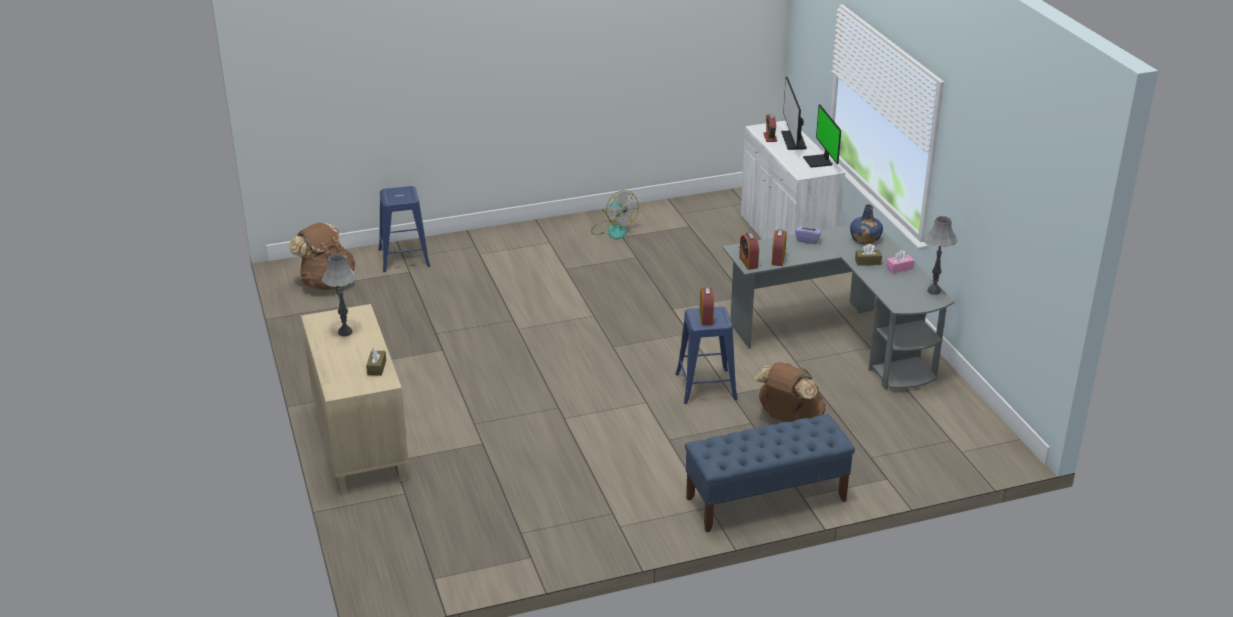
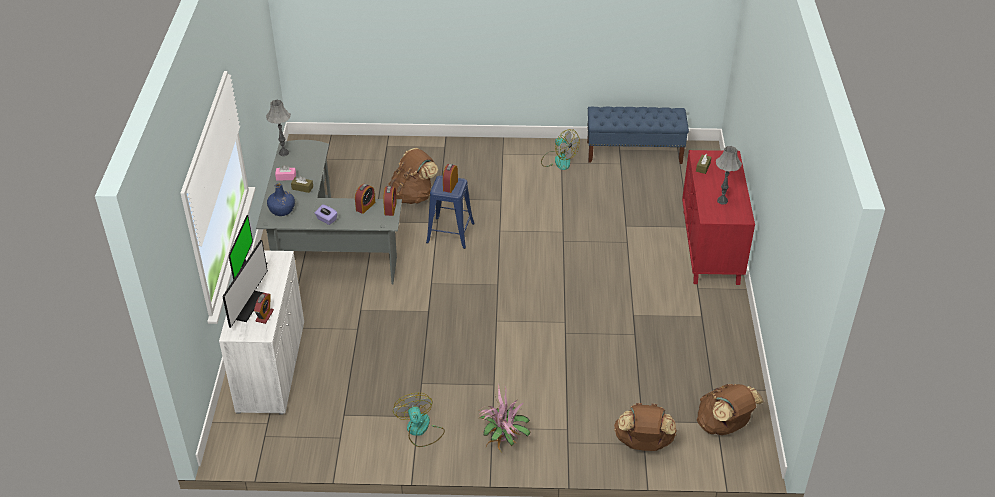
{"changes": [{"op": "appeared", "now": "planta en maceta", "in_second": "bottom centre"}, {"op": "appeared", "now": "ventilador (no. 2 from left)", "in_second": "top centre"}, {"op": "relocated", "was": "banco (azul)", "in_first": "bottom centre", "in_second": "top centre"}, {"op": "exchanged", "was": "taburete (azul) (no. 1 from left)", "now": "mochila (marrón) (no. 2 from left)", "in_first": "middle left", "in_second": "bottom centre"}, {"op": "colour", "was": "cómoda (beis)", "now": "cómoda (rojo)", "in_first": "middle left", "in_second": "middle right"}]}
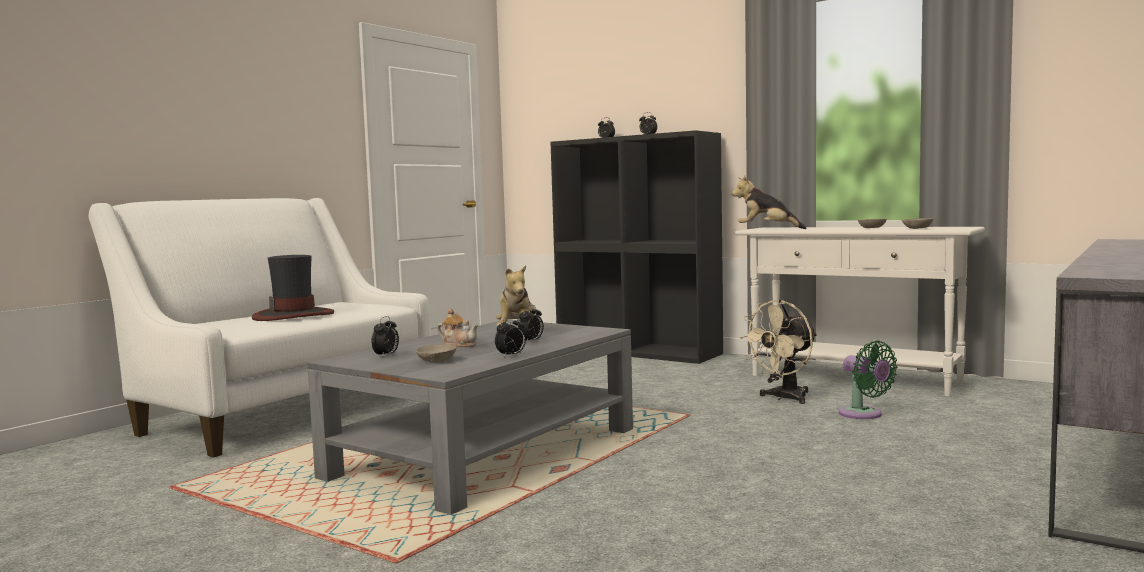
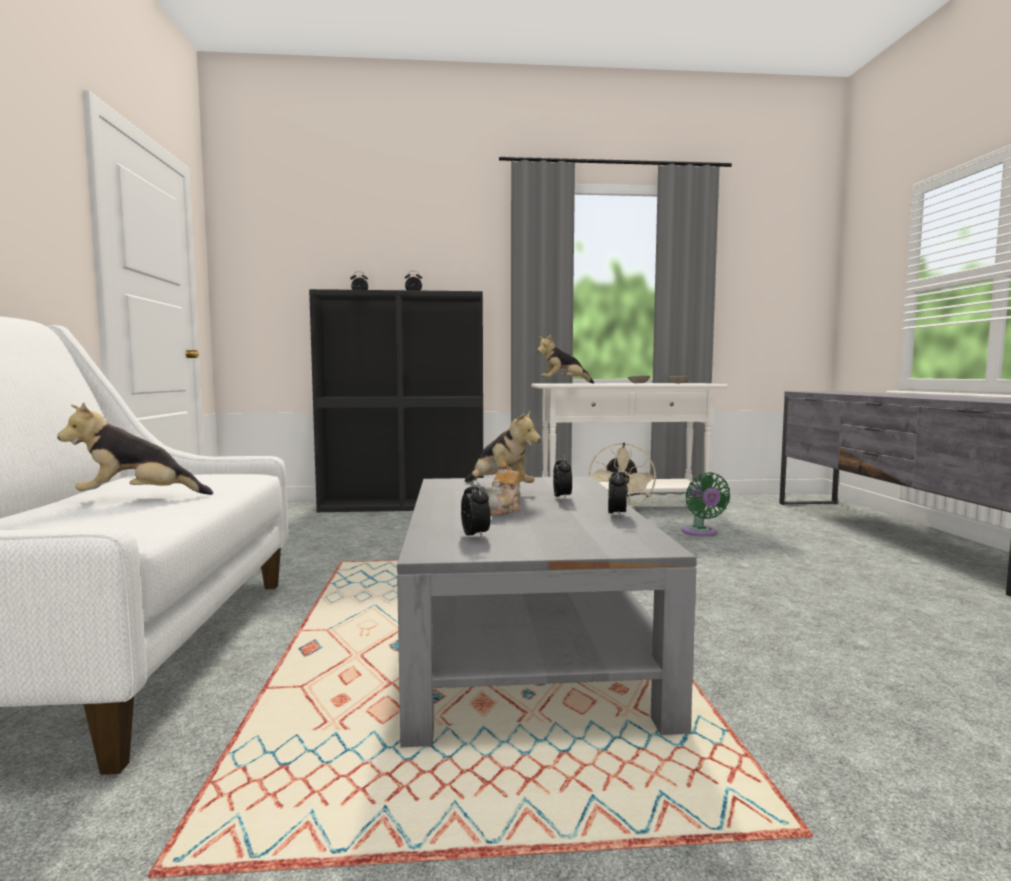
{"changes": [{"op": "exchanged", "was": "sombrero", "now": "peluche (no. 1 from left)", "in_first": "middle left", "in_second": "middle left"}, {"op": "spun", "was": "tetera", "in_first": "centre", "in_second": "centre", "clockwise": 135}, {"op": "spun", "was": "ventilador (verde)", "in_first": "middle right", "in_second": "middle right", "clockwise": 60}, {"op": "missing", "was": "cuenco (beis) (no. 1 from left)", "in_first": "centre"}]}
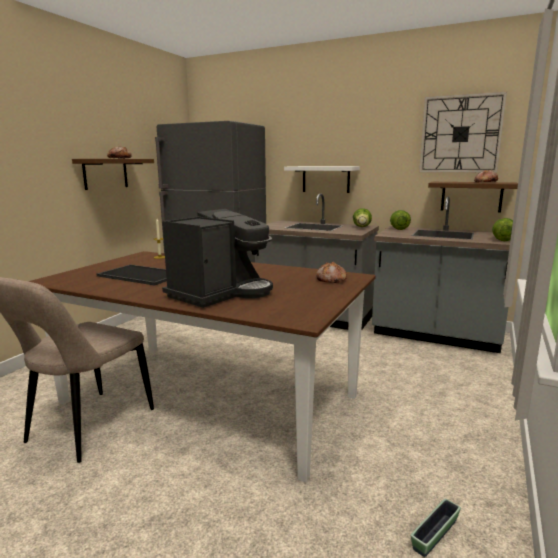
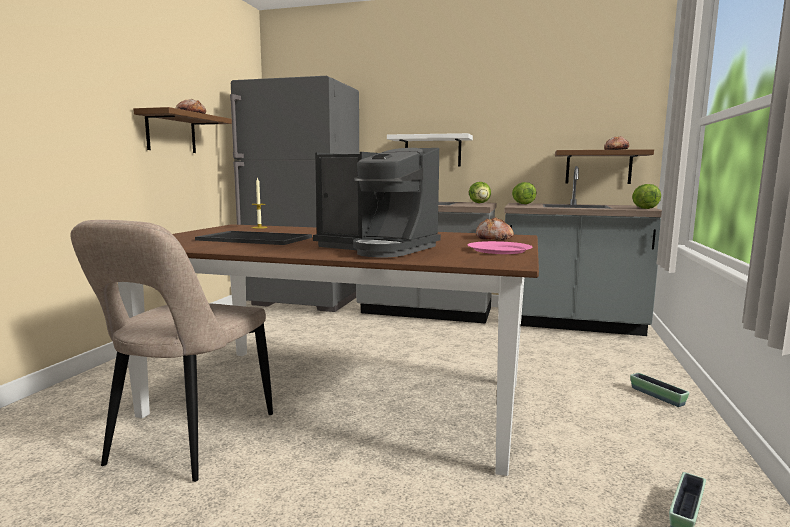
{"changes": [{"op": "spun", "was": "cafetera", "in_first": "centre", "in_second": "centre", "clockwise": 90}, {"op": "appeared", "now": "plato (rosa)", "in_second": "centre"}, {"op": "appeared", "now": "maceta (no. 1 from left)", "in_second": "bottom right"}, {"op": "missing", "was": "reloj de pared", "in_first": "top right"}]}
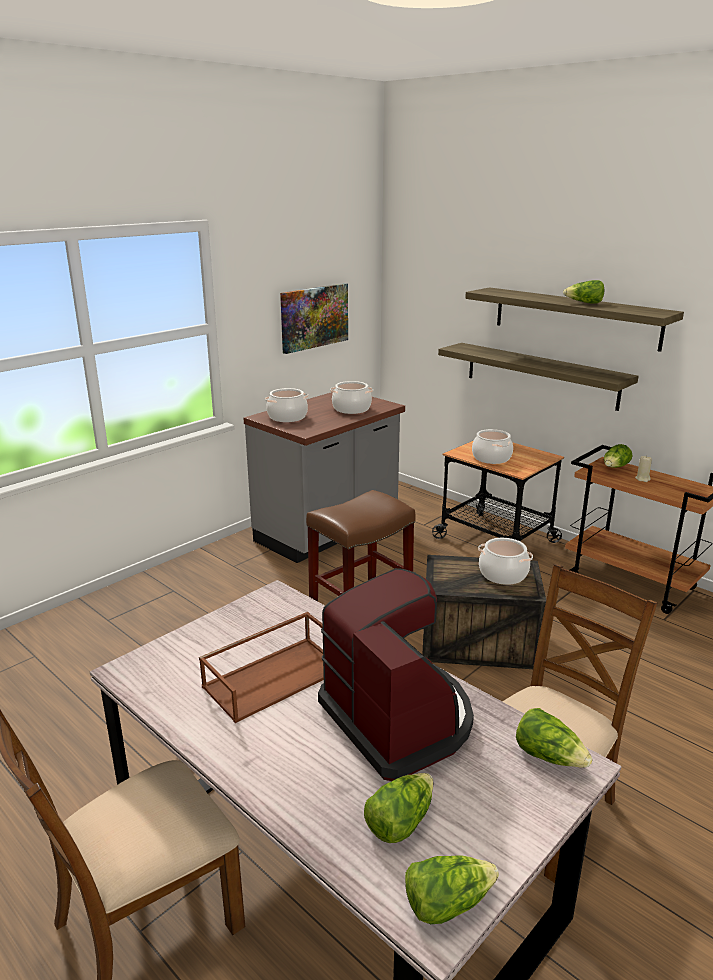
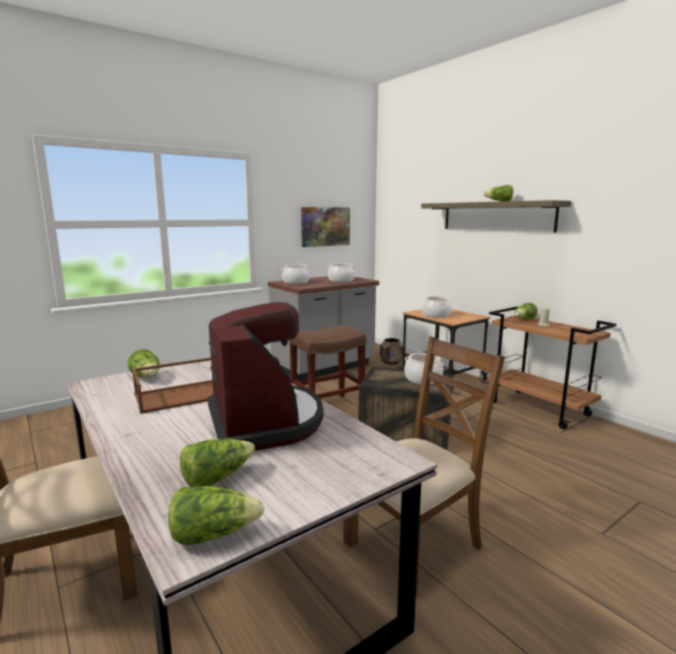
{"changes": [{"op": "relocated", "was": "lechuga (no. 3 from left in the first image)", "now": "lechuga (no. 1 from left)", "in_first": "bottom right", "in_second": "middle left"}, {"op": "appeared", "now": "maceta (marrón)", "in_second": "centre"}, {"op": "missing", "was": "estante (no. 1 from left)", "in_first": "middle right"}]}
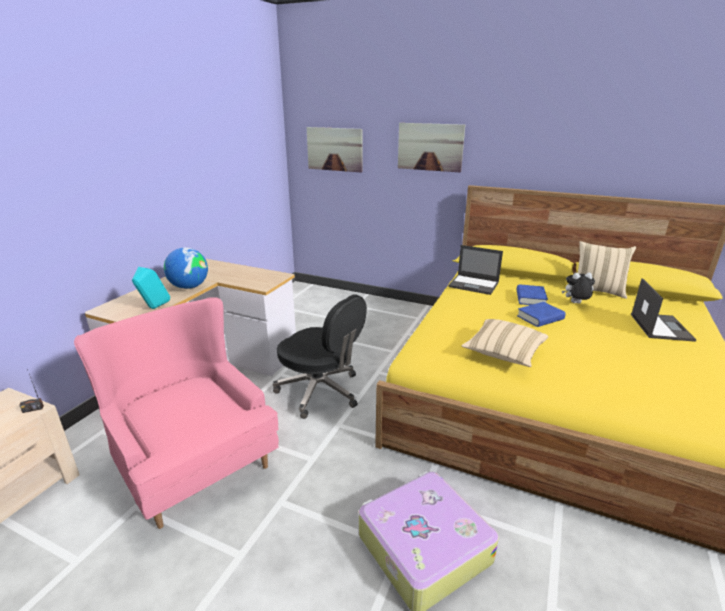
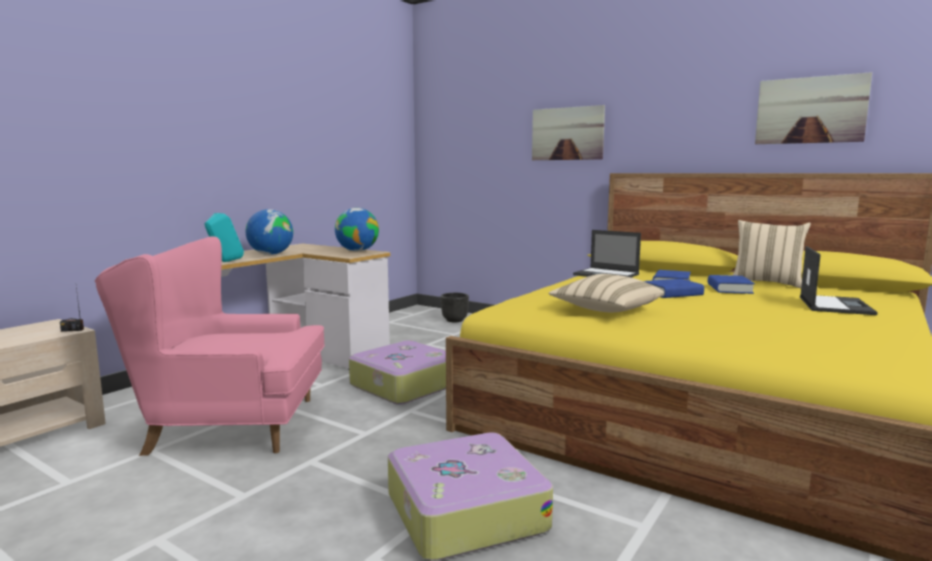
{"changes": [{"op": "spun", "was": "sillón (rosa)", "in_first": "bottom left", "in_second": "middle left", "clockwise": -60}, {"op": "appeared", "now": "globo terráqueo (no. 2 from left)", "in_second": "centre"}, {"op": "exchanged", "was": "silla de oficina (negro)", "now": "maleta (no. 1 from left)", "in_first": "centre", "in_second": "centre"}, {"op": "appeared", "now": "maceta (negro)", "in_second": "centre"}, {"op": "exchanged", "was": "peluche", "now": "libro (azul) (no. 3 from left)", "in_first": "middle right", "in_second": "middle right"}, {"op": "relocated", "was": "cuadro (no. 1 from left in the first image)", "now": "cuadro (no. 2 from left)", "in_first": "top centre", "in_second": "top right"}]}
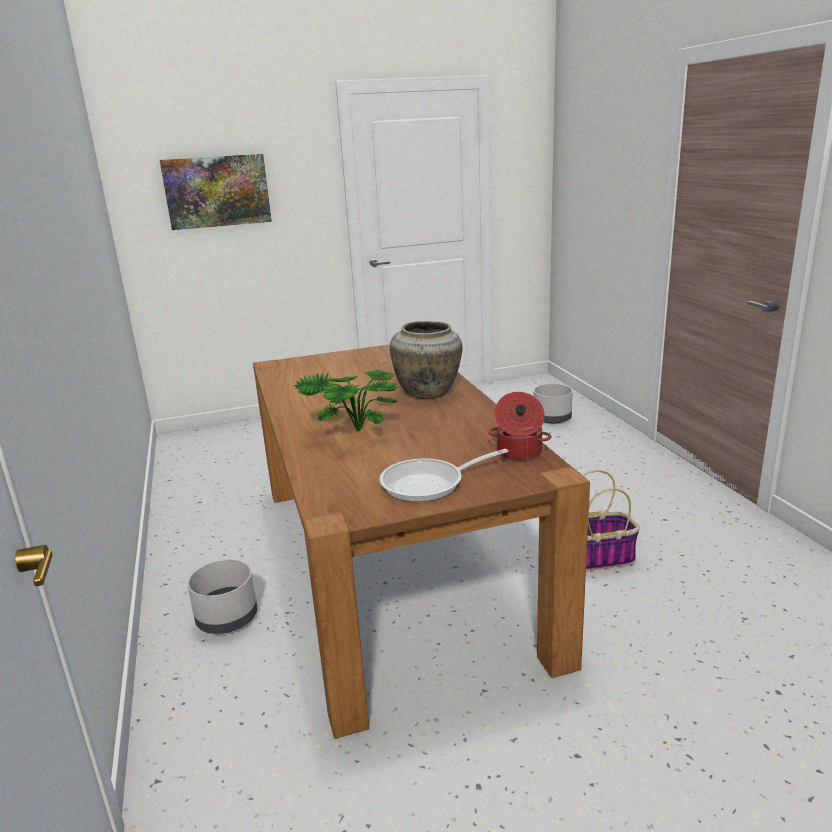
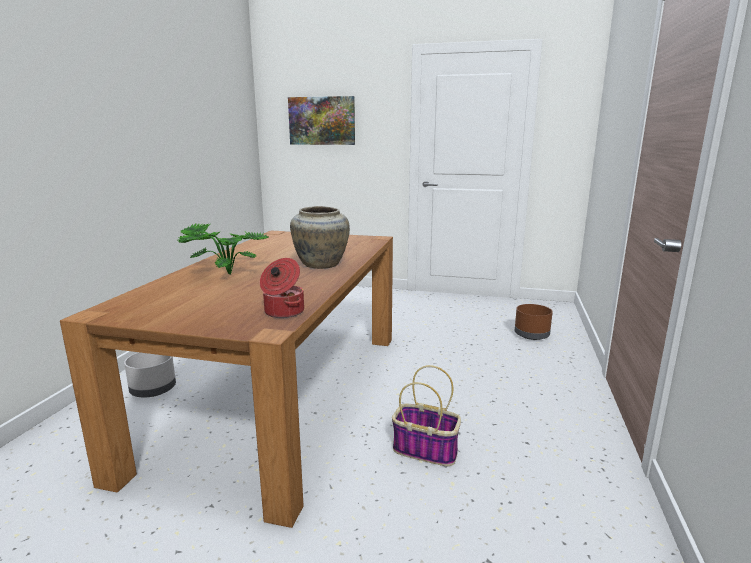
{"changes": [{"op": "colour", "was": "maceta (gris) (no. 2 from left)", "now": "maceta (marrón)", "in_first": "centre", "in_second": "middle right"}, {"op": "missing", "was": "sartén", "in_first": "centre"}]}
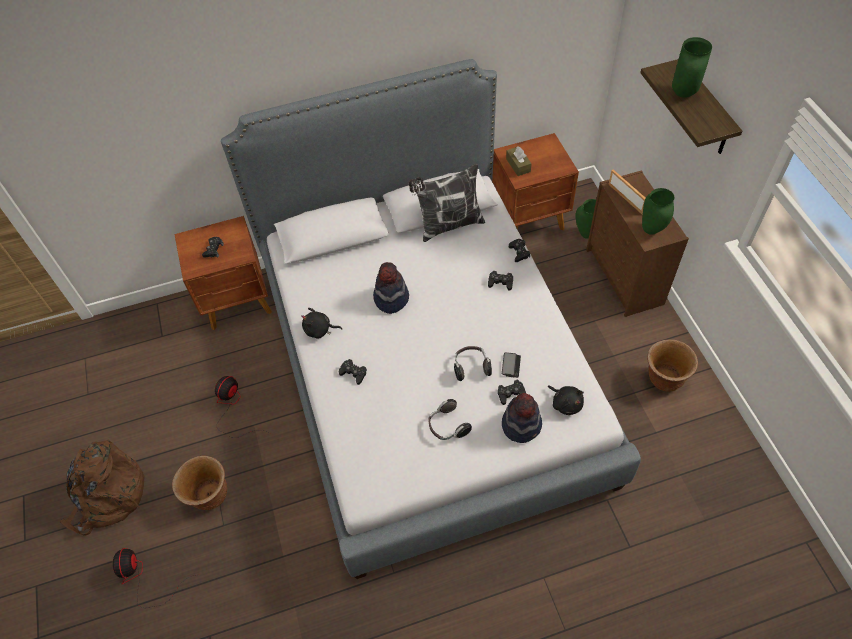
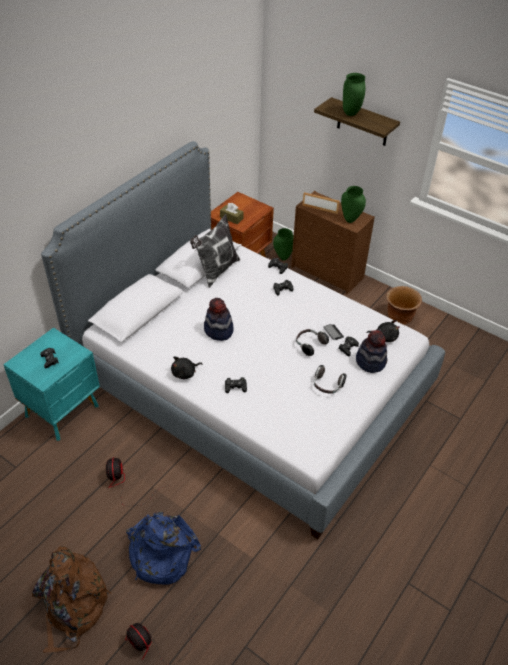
{"changes": [{"op": "colour", "was": "mesita de noche (marrón) (no. 1 from left)", "now": "mesita de noche (turquesa)", "in_first": "middle left", "in_second": "middle left"}, {"op": "exchanged", "was": "maceta (marrón) (no. 1 from left)", "now": "mochila (azul)", "in_first": "bottom left", "in_second": "bottom left"}]}
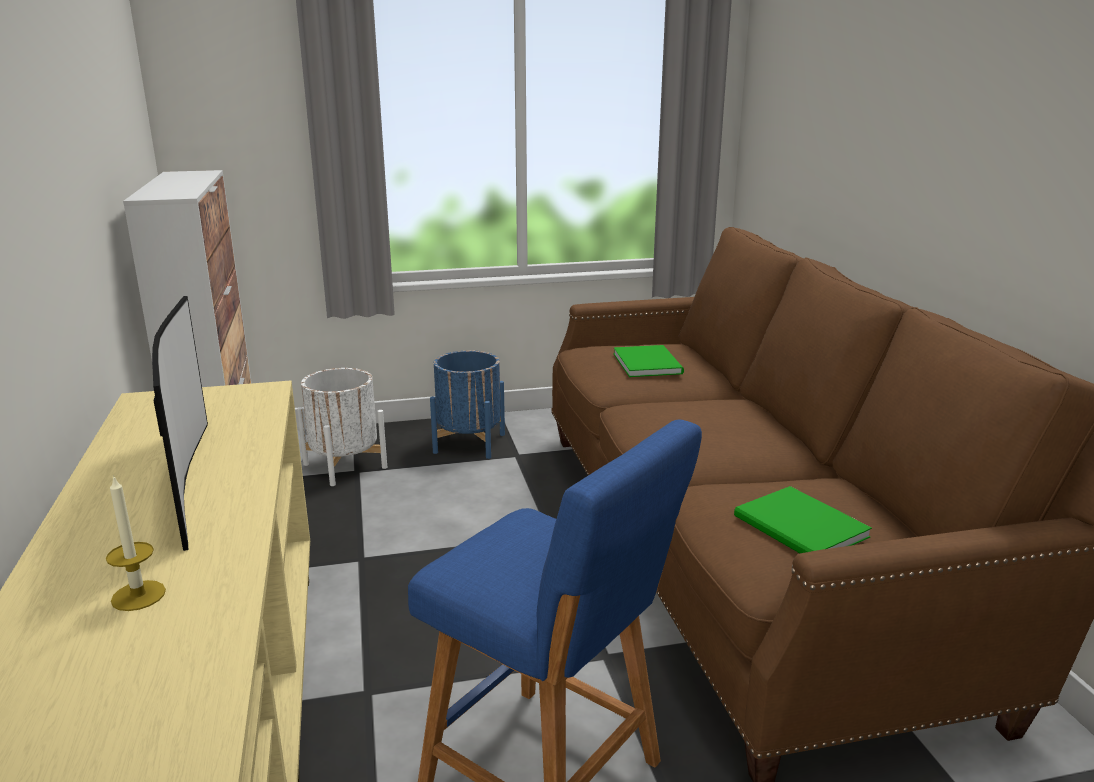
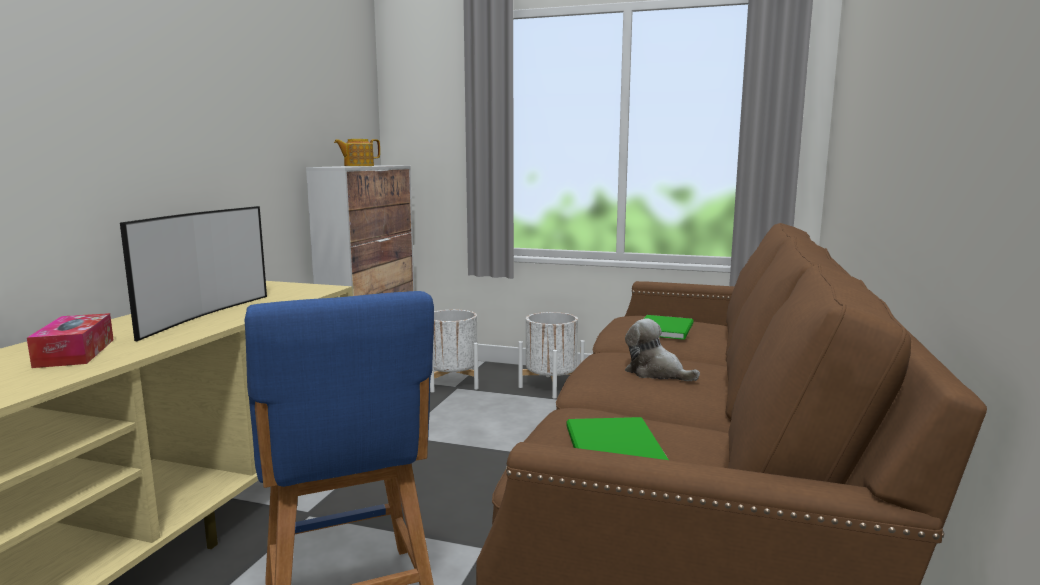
{"changes": [{"op": "exchanged", "was": "vela", "now": "caja de pañuelos", "in_first": "bottom left", "in_second": "middle left"}, {"op": "appeared", "now": "tetera", "in_second": "top centre"}, {"op": "colour", "was": "maceta (azul)", "now": "maceta (blanco) (no. 2 from left)", "in_first": "centre", "in_second": "centre"}, {"op": "appeared", "now": "peluche", "in_second": "centre"}]}
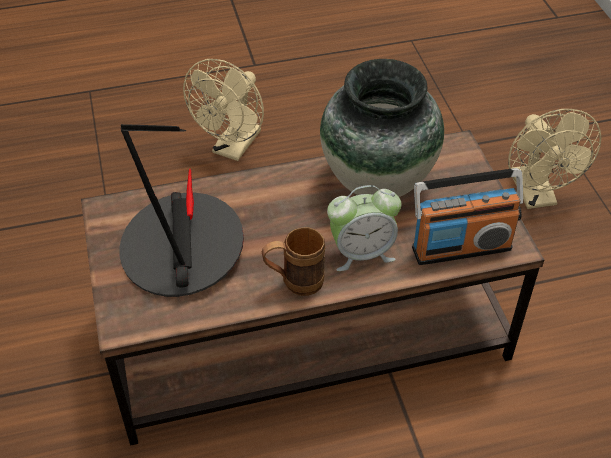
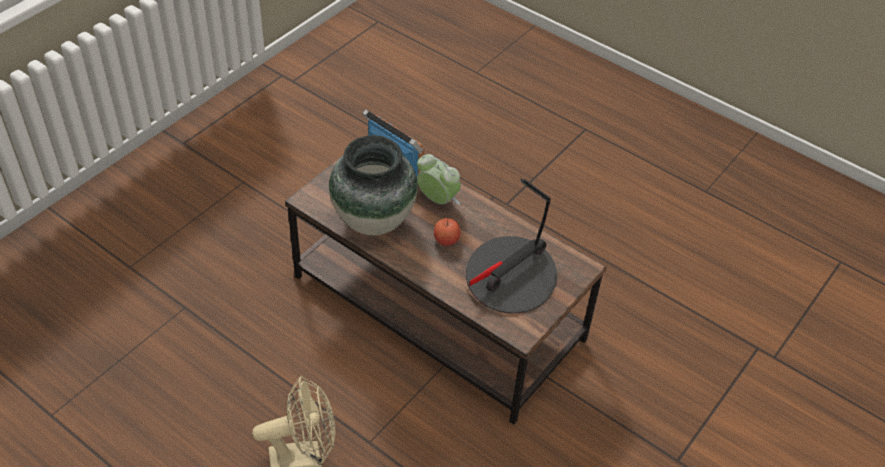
{"changes": [{"op": "appeared", "now": "manzana", "in_second": "centre"}, {"op": "missing", "was": "taza grande (marrón)", "in_first": "centre"}, {"op": "missing", "was": "ventilador (beis) (no. 2 from left)", "in_first": "middle right"}]}
